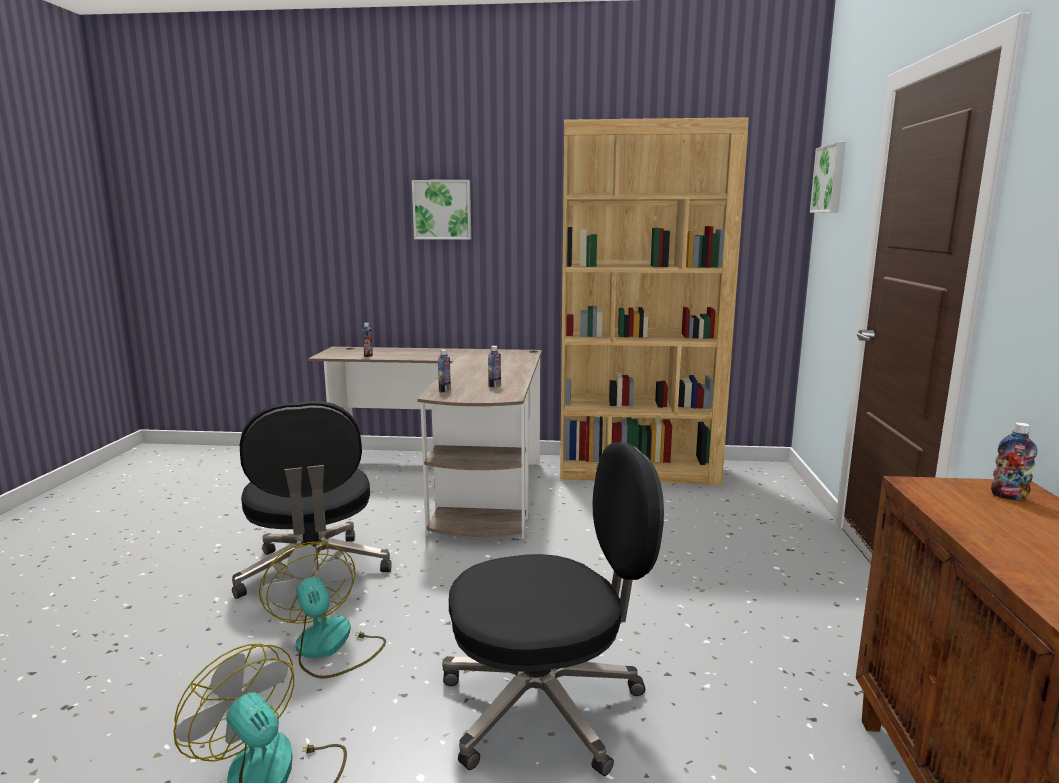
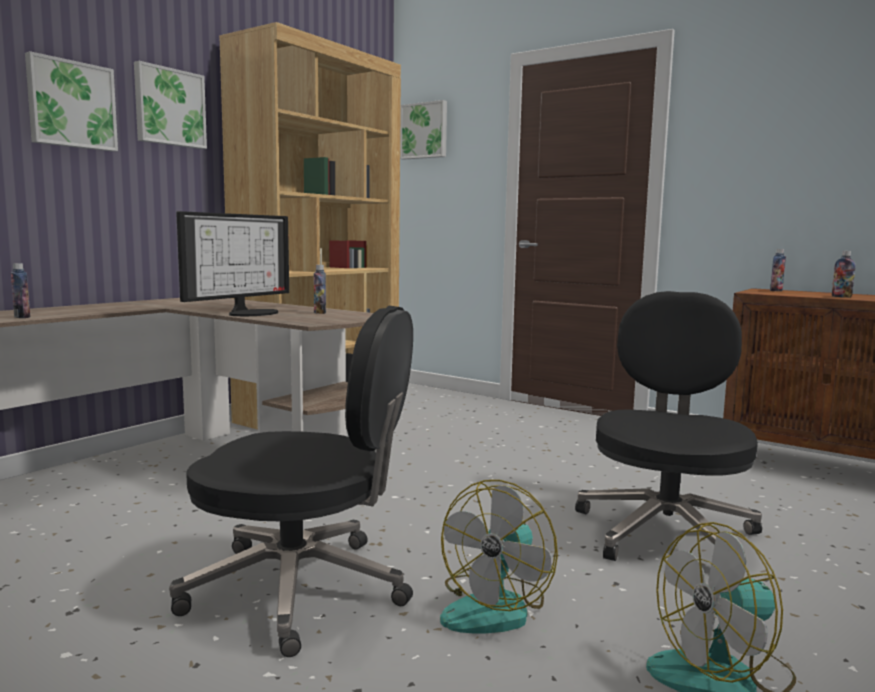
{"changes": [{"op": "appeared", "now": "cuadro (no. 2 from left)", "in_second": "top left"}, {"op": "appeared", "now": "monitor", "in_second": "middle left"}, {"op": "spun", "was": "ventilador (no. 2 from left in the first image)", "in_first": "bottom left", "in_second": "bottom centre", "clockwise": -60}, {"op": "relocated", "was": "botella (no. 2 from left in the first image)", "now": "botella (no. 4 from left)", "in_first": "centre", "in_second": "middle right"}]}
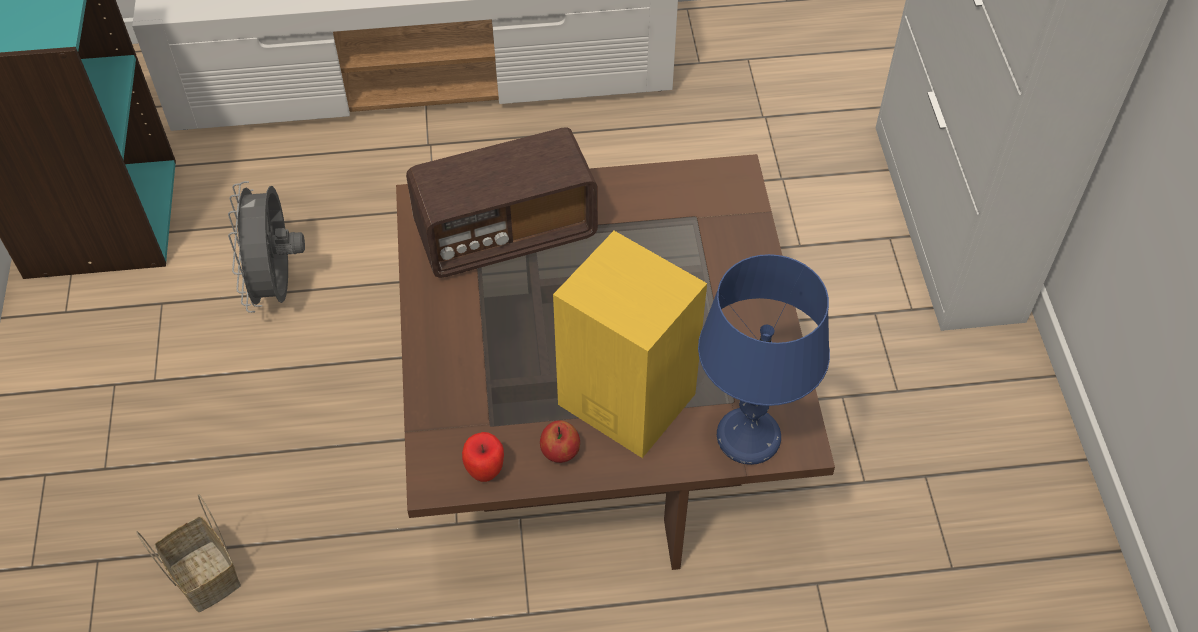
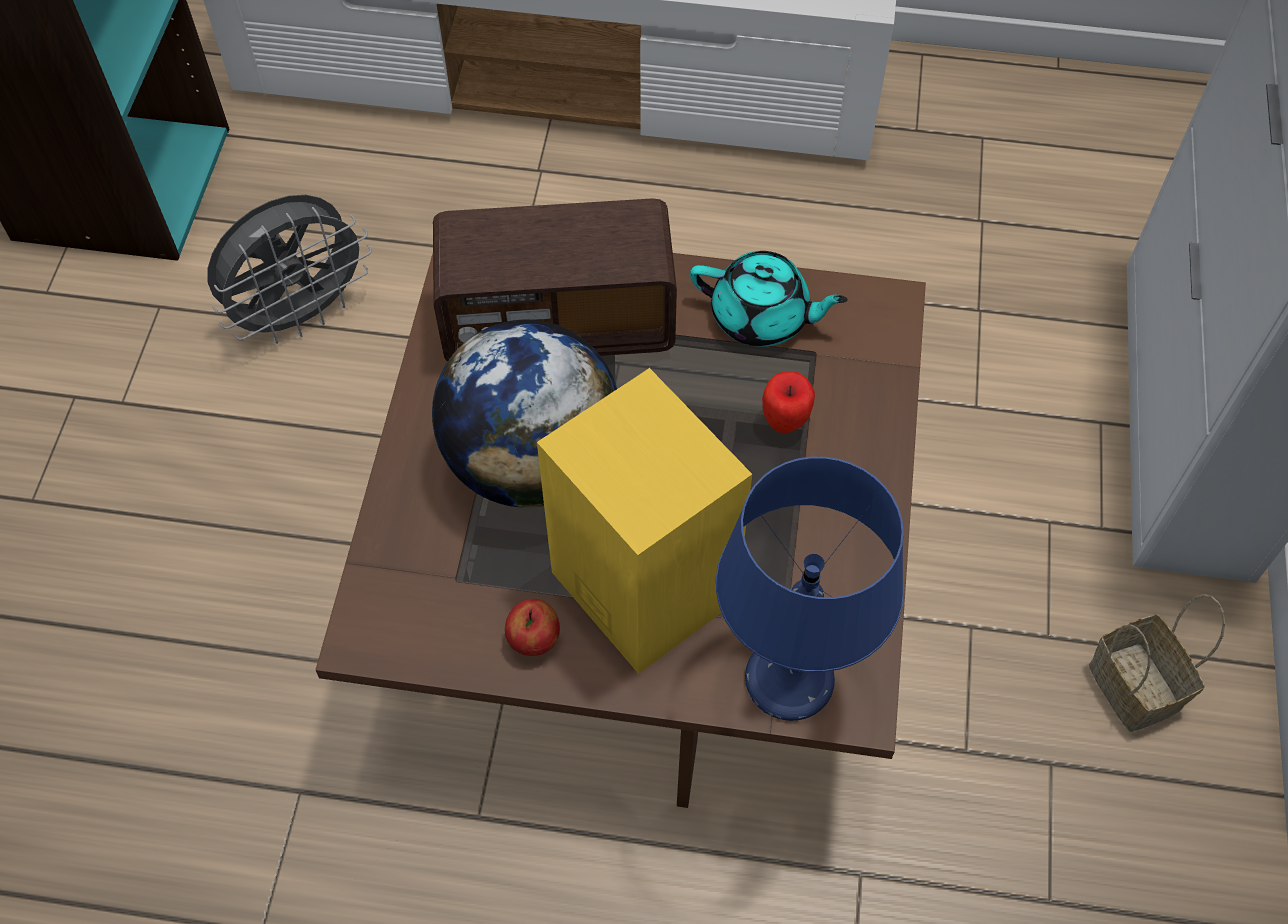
{"changes": [{"op": "spun", "was": "ventilador (gris)", "in_first": "middle left", "in_second": "top left", "clockwise": -135}, {"op": "appeared", "now": "globo terráqueo", "in_second": "centre"}, {"op": "appeared", "now": "tetera (turquesa)", "in_second": "top centre"}, {"op": "relocated", "was": "manzana (no. 1 from left in the first image)", "now": "manzana (no. 2 from left)", "in_first": "bottom centre", "in_second": "centre"}, {"op": "relocated", "was": "cesta", "in_first": "bottom left", "in_second": "bottom right"}]}
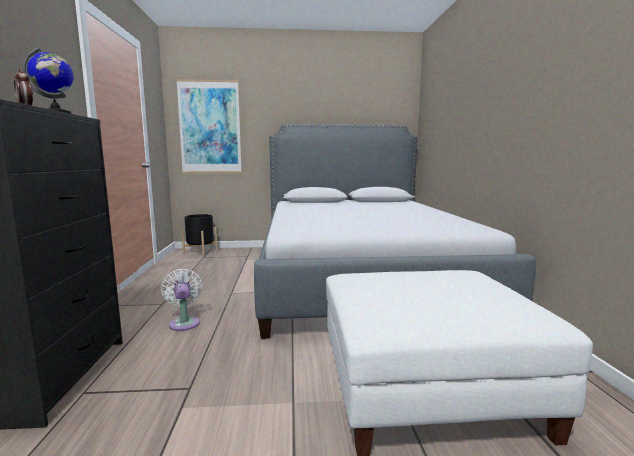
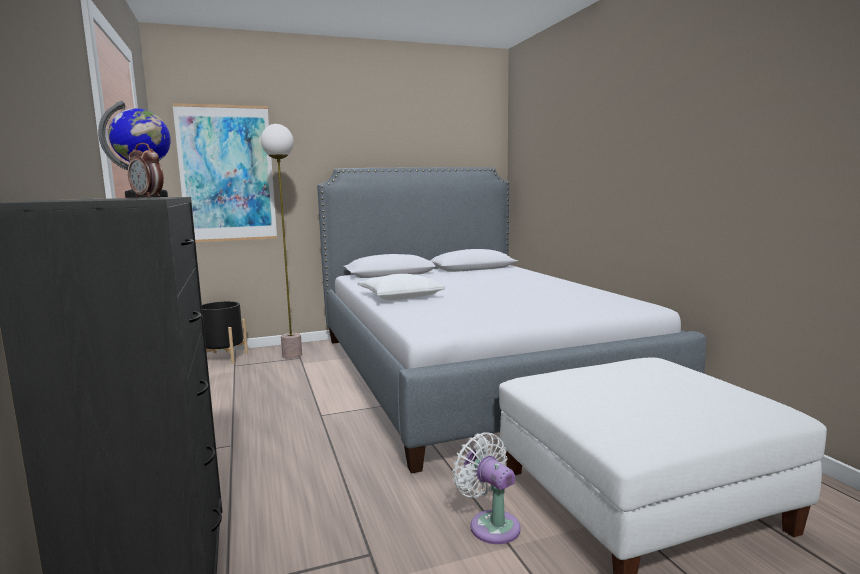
{"changes": [{"op": "appeared", "now": "lámpara de pie", "in_second": "middle left"}, {"op": "appeared", "now": "cojín (blanco)", "in_second": "centre"}, {"op": "relocated", "was": "ventilador (blanco)", "in_first": "middle left", "in_second": "bottom centre"}]}
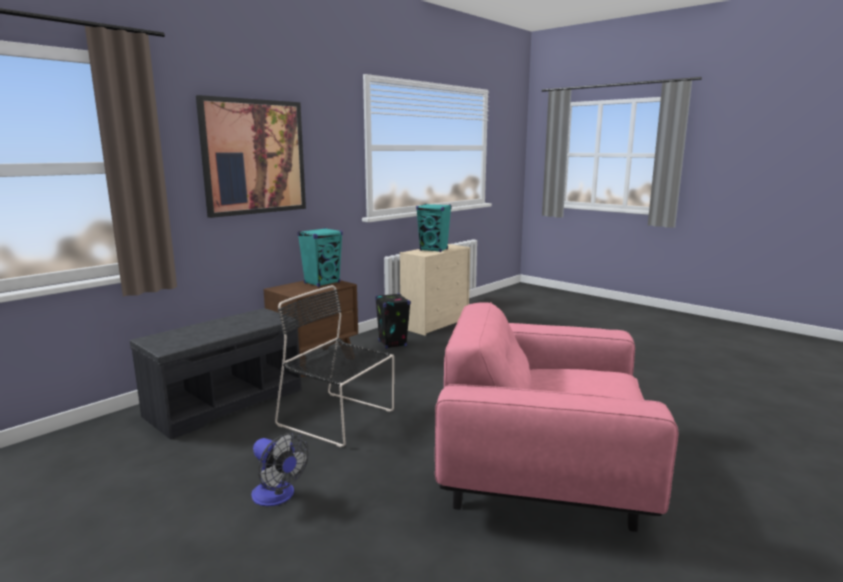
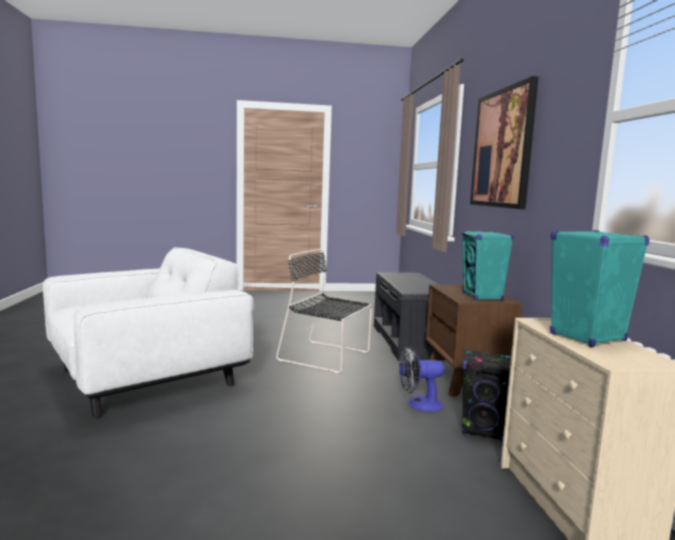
{"changes": [{"op": "colour", "was": "sillón (rosa)", "now": "sillón (blanco)", "in_first": "bottom centre", "in_second": "middle left"}, {"op": "spun", "was": "silla (negro)", "in_first": "centre", "in_second": "centre", "clockwise": -135}, {"op": "relocated", "was": "ventilador", "in_first": "bottom left", "in_second": "bottom centre"}]}
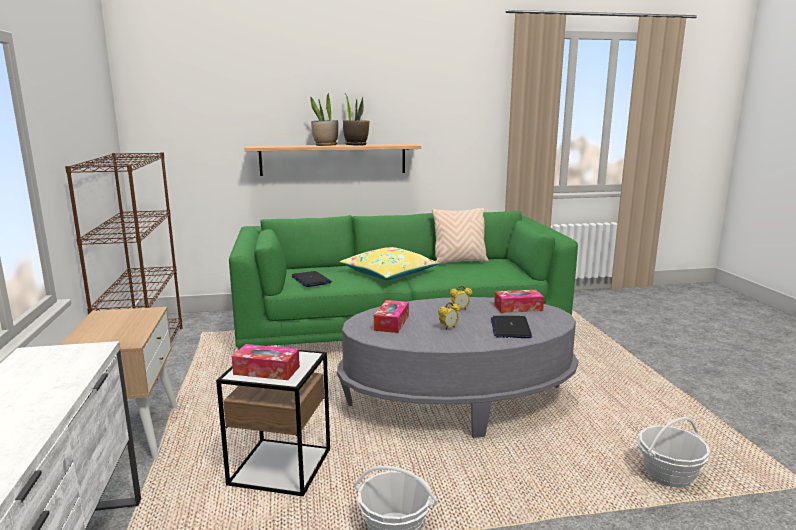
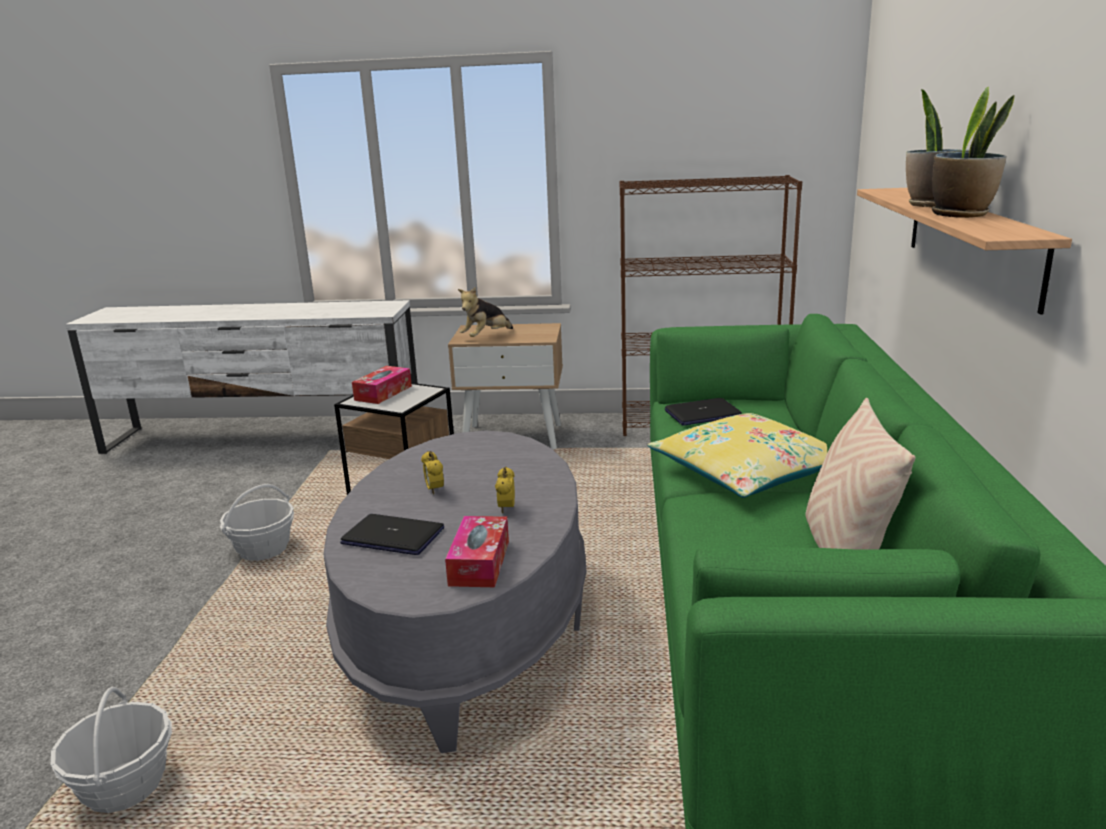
{"changes": [{"op": "appeared", "now": "peluche", "in_second": "centre"}, {"op": "missing", "was": "caja de pañuelos (no. 2 from left)", "in_first": "centre"}]}
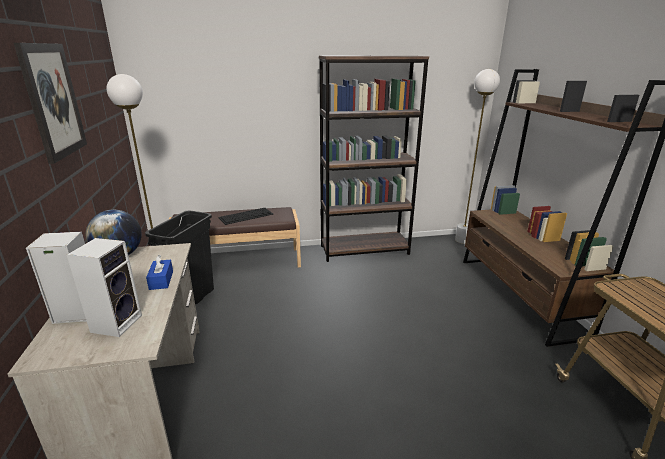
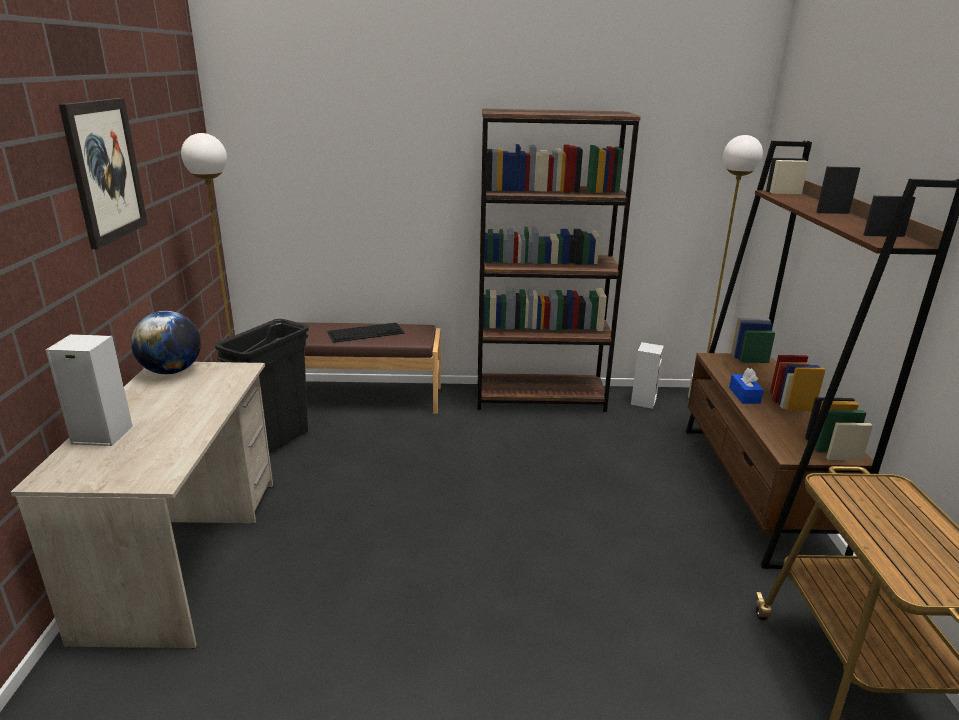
{"changes": [{"op": "relocated", "was": "altavoz (no. 2 from left)", "in_first": "middle left", "in_second": "middle right"}, {"op": "relocated", "was": "caja de pañuelos (azul)", "in_first": "middle left", "in_second": "middle right"}]}
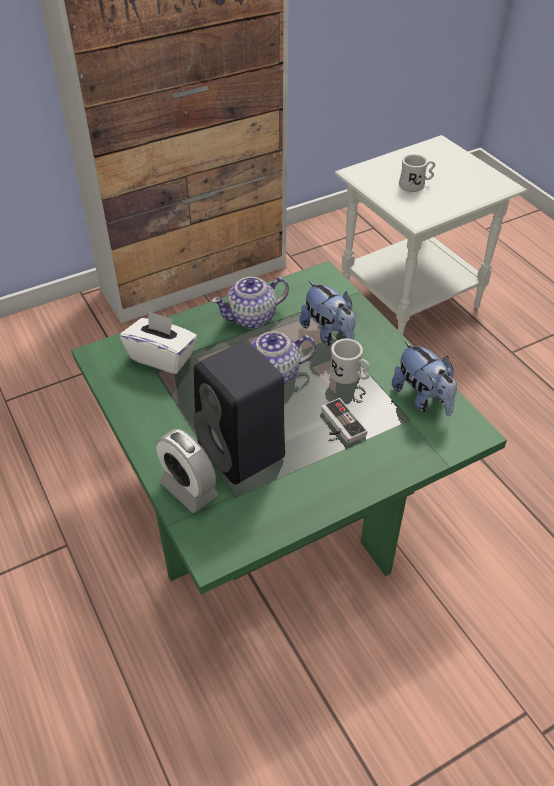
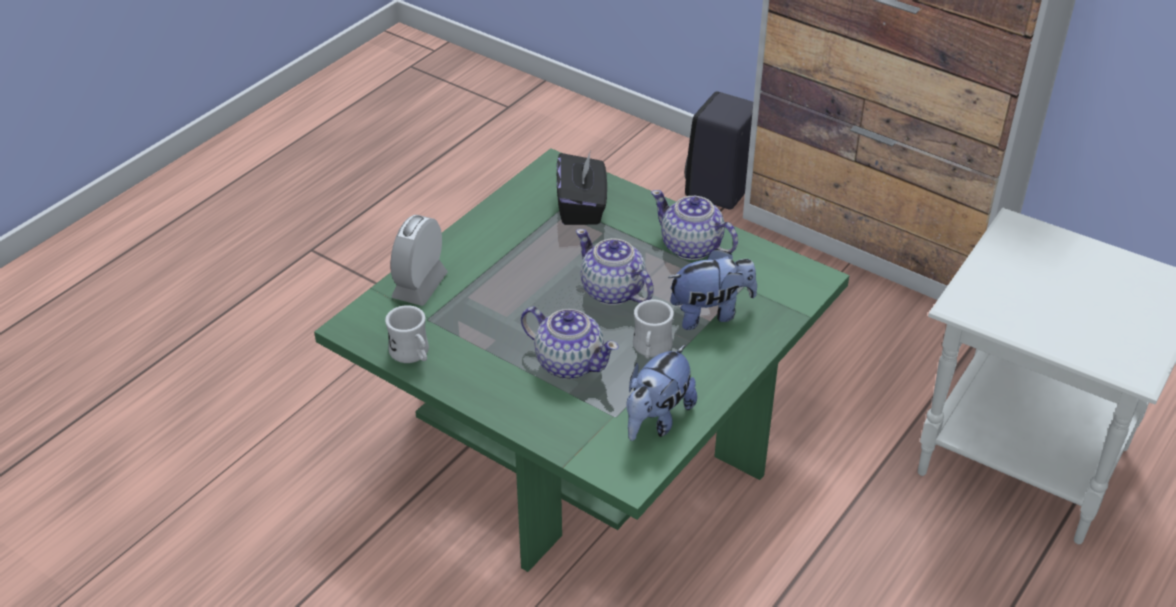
{"changes": [{"op": "relocated", "was": "taza grande (blanco) (no. 2 from left in the first image)", "now": "taza grande (blanco) (no. 1 from left)", "in_first": "top right", "in_second": "centre"}, {"op": "exchanged", "was": "mando de consola", "now": "tetera (no. 1 from left)", "in_first": "centre", "in_second": "centre"}, {"op": "colour", "was": "caja de pañuelos (blanco)", "now": "caja de pañuelos (negro)", "in_first": "middle left", "in_second": "top centre"}, {"op": "spun", "was": "peluche (no. 1 from left in the first image)", "in_first": "centre", "in_second": "centre", "clockwise": -135}, {"op": "relocated", "was": "altavoz (negro)", "in_first": "centre", "in_second": "top centre"}]}
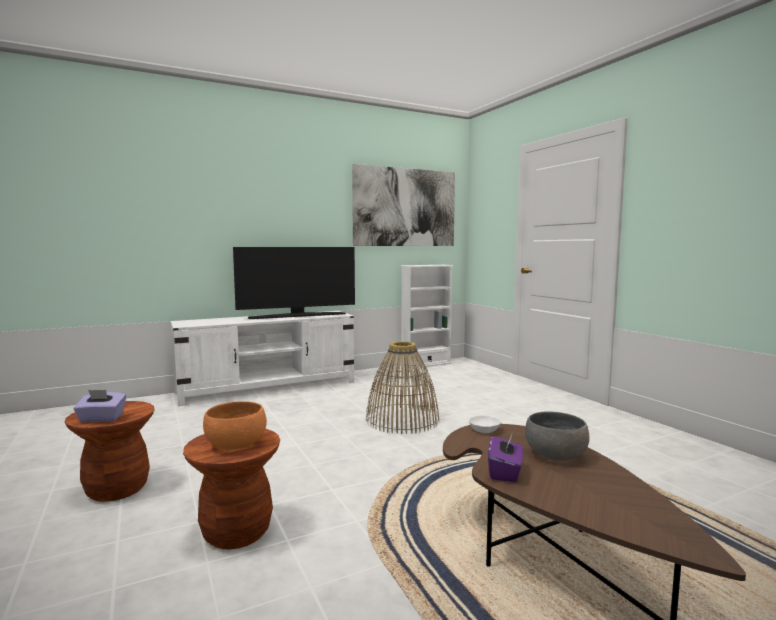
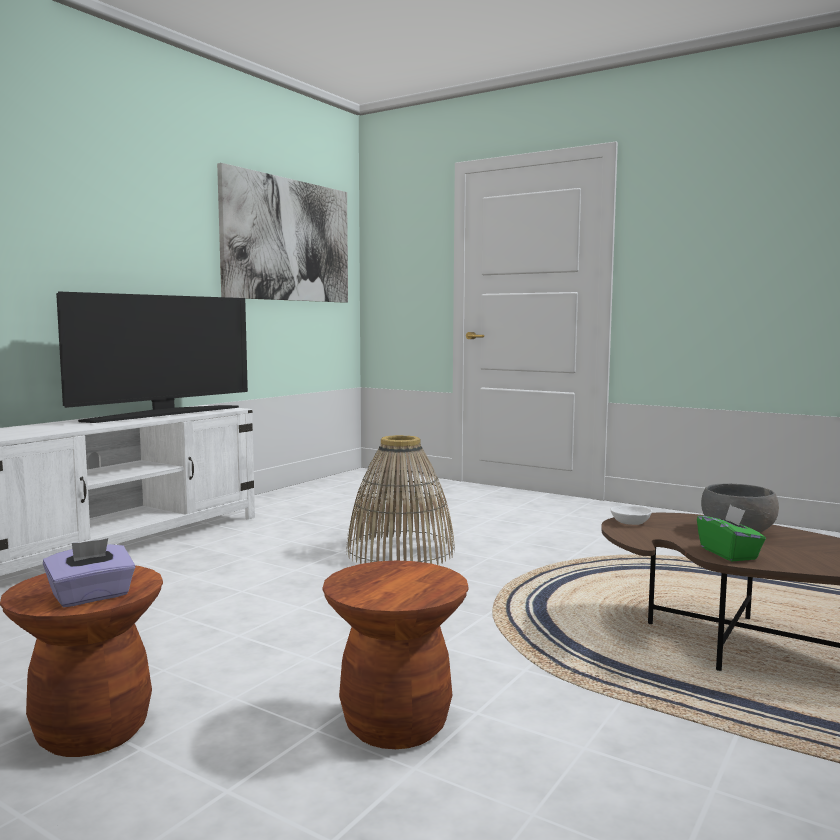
{"changes": [{"op": "colour", "was": "caja de pañuelos (morado) (no. 2 from left)", "now": "caja de pañuelos (verde)", "in_first": "bottom centre", "in_second": "middle right"}, {"op": "missing", "was": "cuenco (naranja)", "in_first": "bottom left"}, {"op": "missing", "was": "estantería (blanco)", "in_first": "centre"}]}
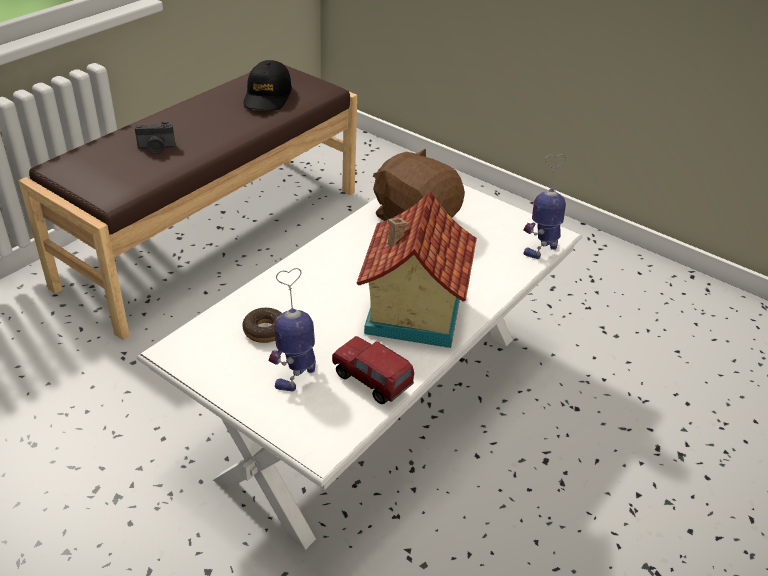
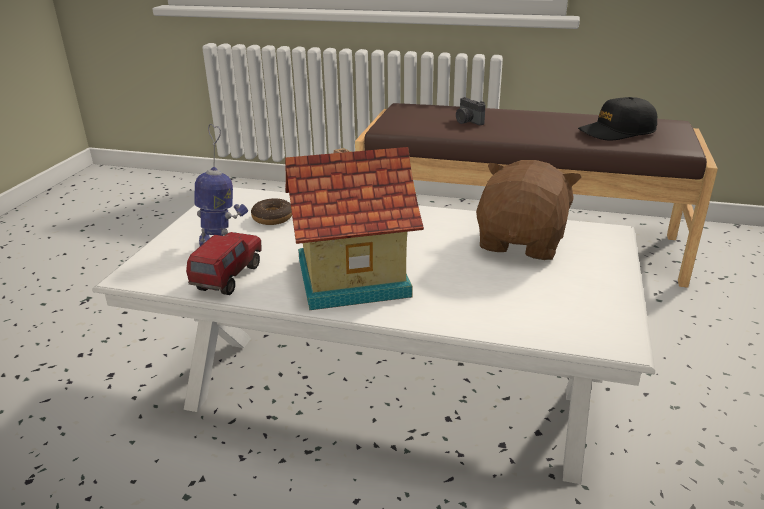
{"changes": [{"op": "missing", "was": "robot de juguete (no. 2 from left)", "in_first": "middle right"}]}
